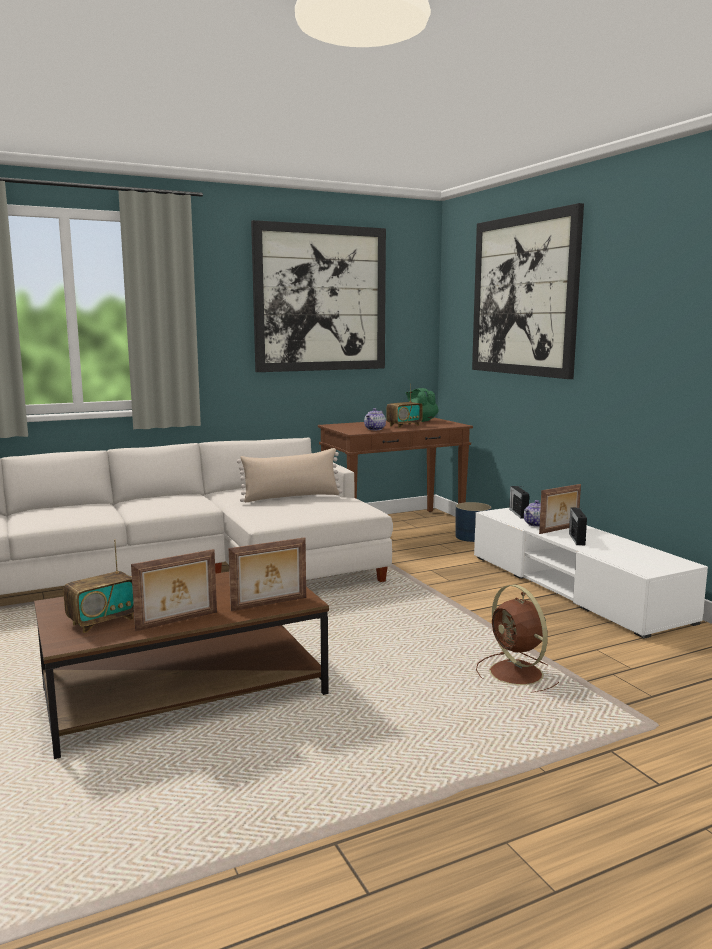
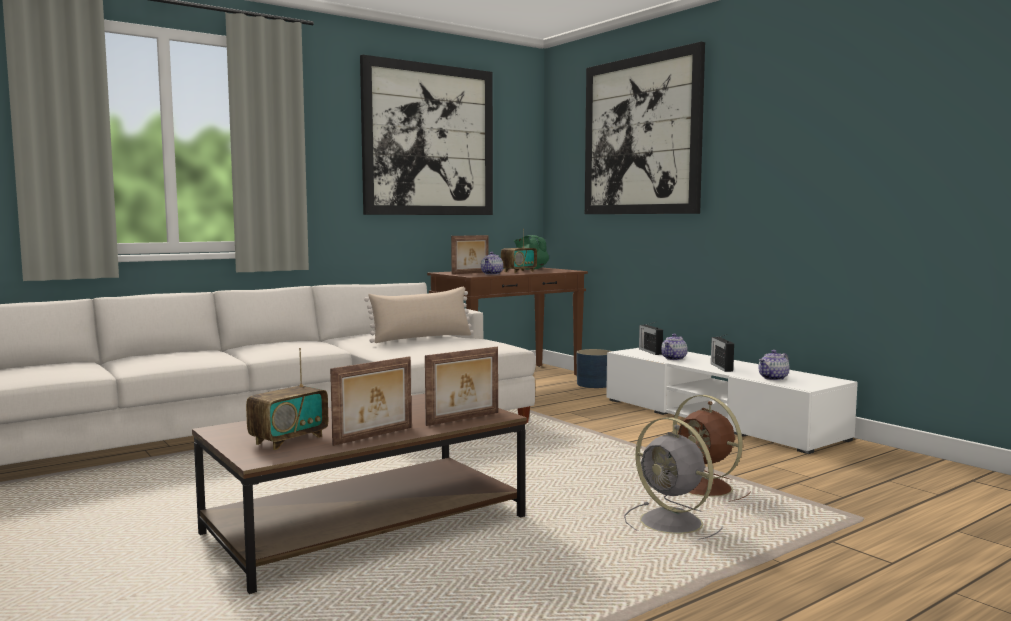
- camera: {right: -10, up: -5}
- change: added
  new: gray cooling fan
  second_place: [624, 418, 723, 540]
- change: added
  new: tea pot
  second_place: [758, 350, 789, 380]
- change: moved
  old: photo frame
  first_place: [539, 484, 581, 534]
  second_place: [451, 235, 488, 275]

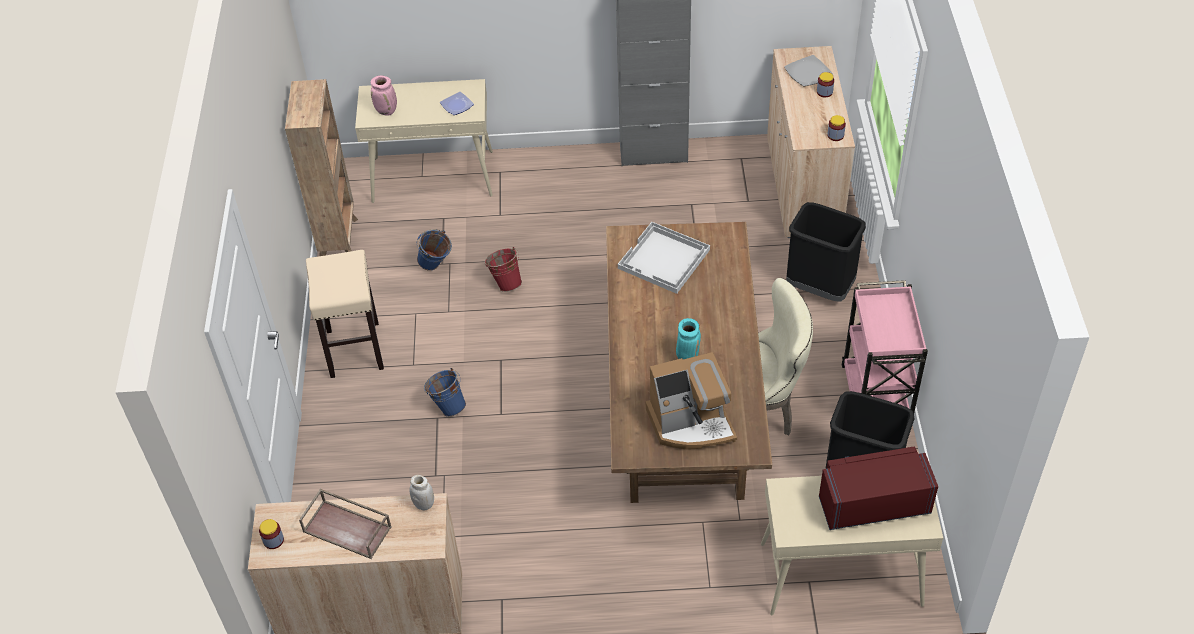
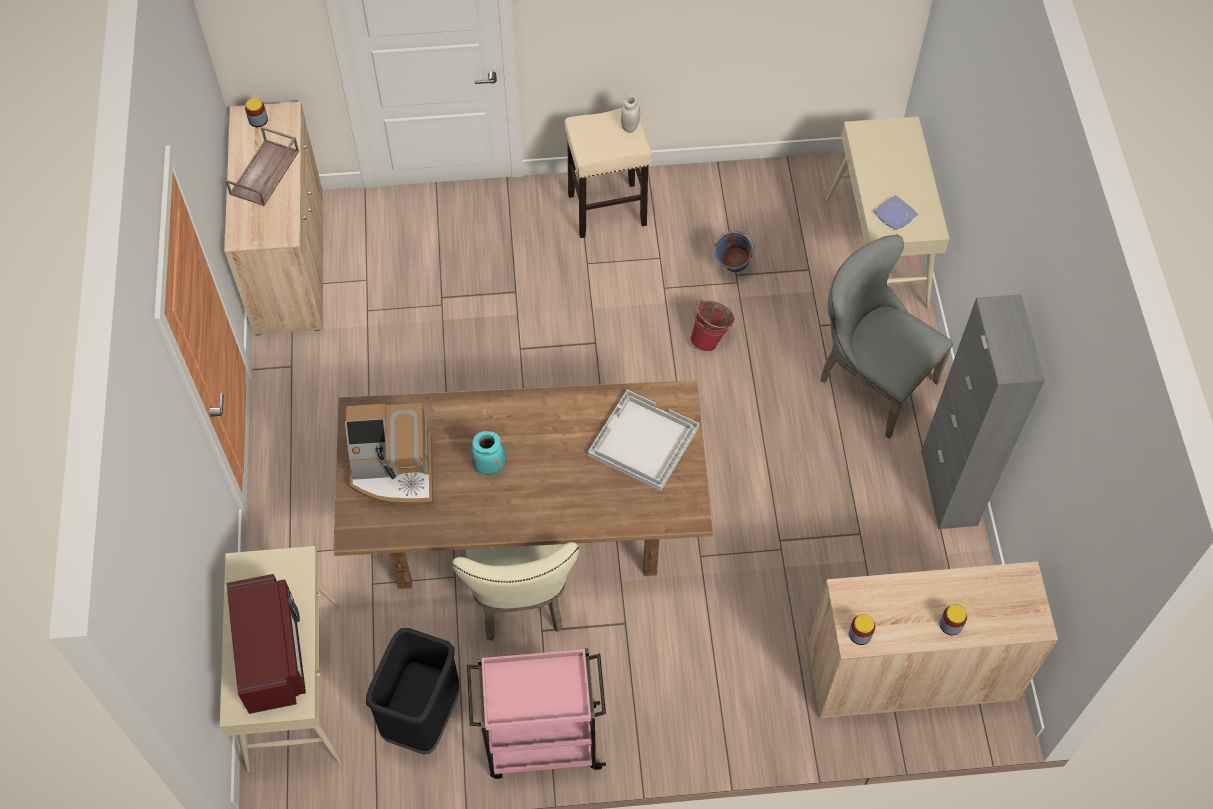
- camera: {right: 85, up: 10}
- change: removed
  old: brown-coloured bookcase
  first_place: [285, 79, 358, 256]
- change: removed
  old: pink flower vase
  first_place: [371, 75, 397, 116]
- change: removed
  old: blue-coloured bucket
  first_place: [424, 368, 466, 417]
- change: removed
  old: dinner plate
  first_place: [784, 55, 833, 86]
- change: removed
  old: black-coloured rubbish bin
  first_place: [786, 202, 866, 302]
- change: added
  new: gray chair
  second_place: [821, 235, 953, 439]
- change: moved
  old: white jar
  first_place: [409, 475, 434, 510]
  second_place: [621, 95, 640, 133]
- change: turned
  old: coffee machine
  first_place: [646, 352, 737, 450]
  second_place: [345, 403, 433, 504]
  degrees: -75

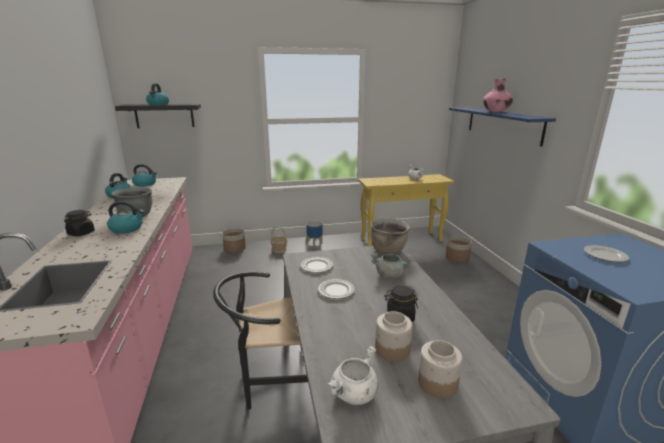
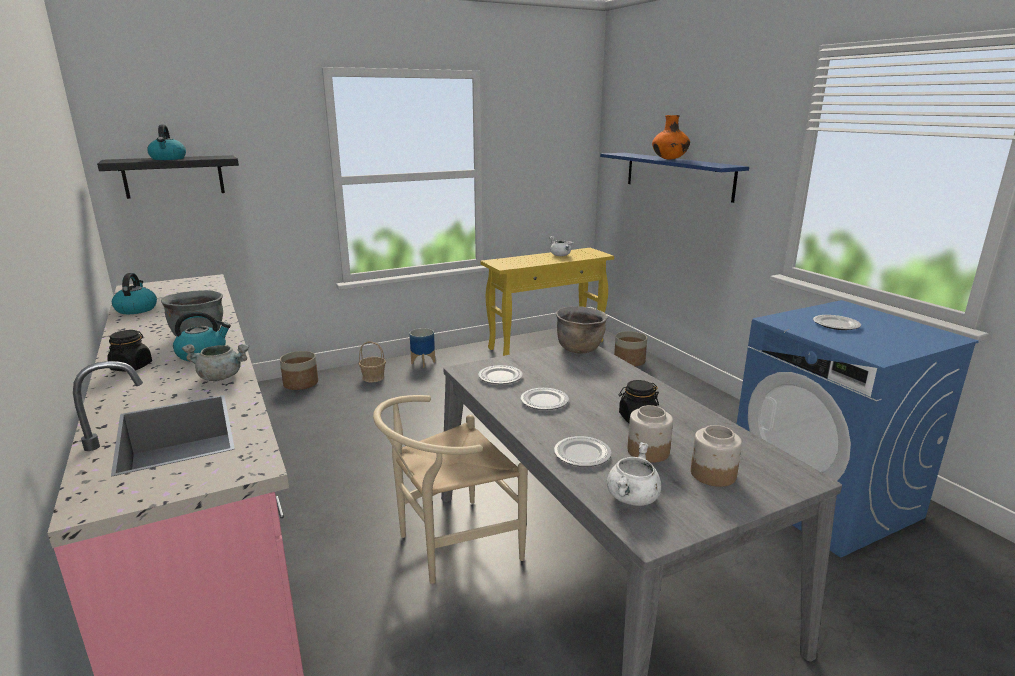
- camera: {right: -15, up: 0}
- change: removed
  old: water kettle
  first_place: [132, 164, 157, 187]
- change: added
  new: dinner plate
  second_place: [554, 436, 611, 467]
- change: moved
  old: gray saucepot
  first_place: [371, 253, 414, 279]
  second_place: [182, 344, 249, 381]
- change: recoloured
  old: black-coloured chair
  new: sand-coloured chair
  first_place: [213, 271, 308, 410]
  second_place: [373, 395, 528, 584]
- change: recoloured
  old: pink flower vase
  new: orangey flower vase
  first_place: [483, 79, 513, 112]
  second_place: [652, 115, 690, 160]

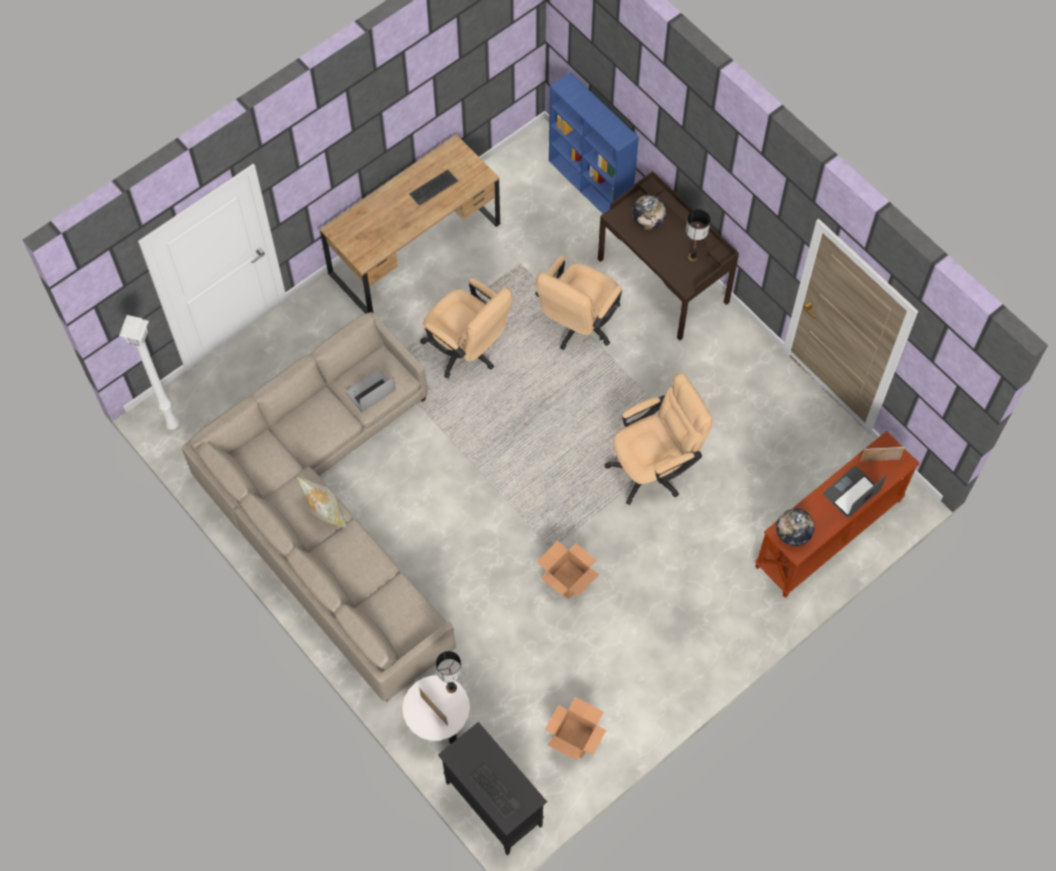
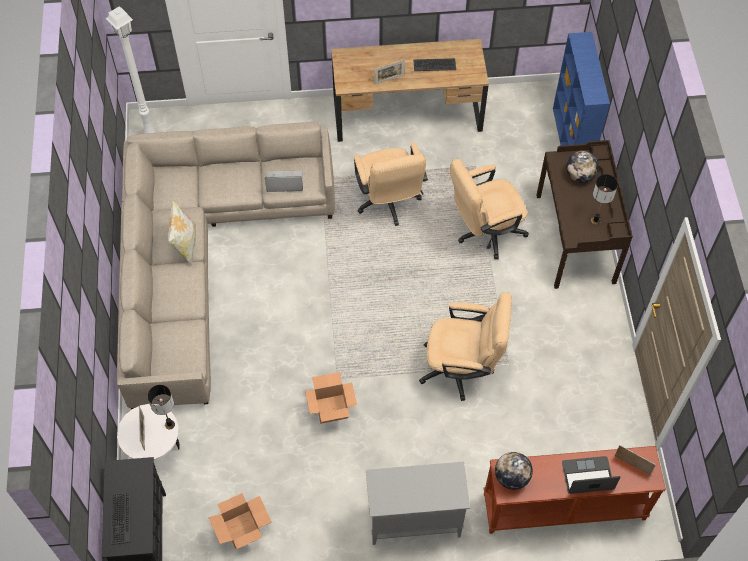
- camera: {right: 35, up: -5}
- change: added
  new: gray storage cabinet
  second_place: [366, 462, 470, 545]
- change: added
  new: photo frame
  second_place: [375, 60, 405, 85]

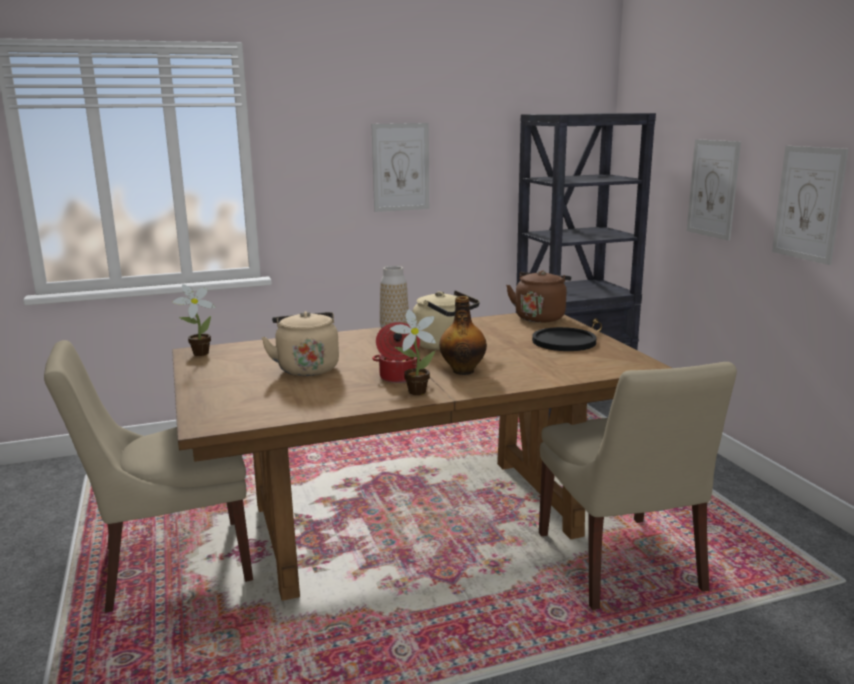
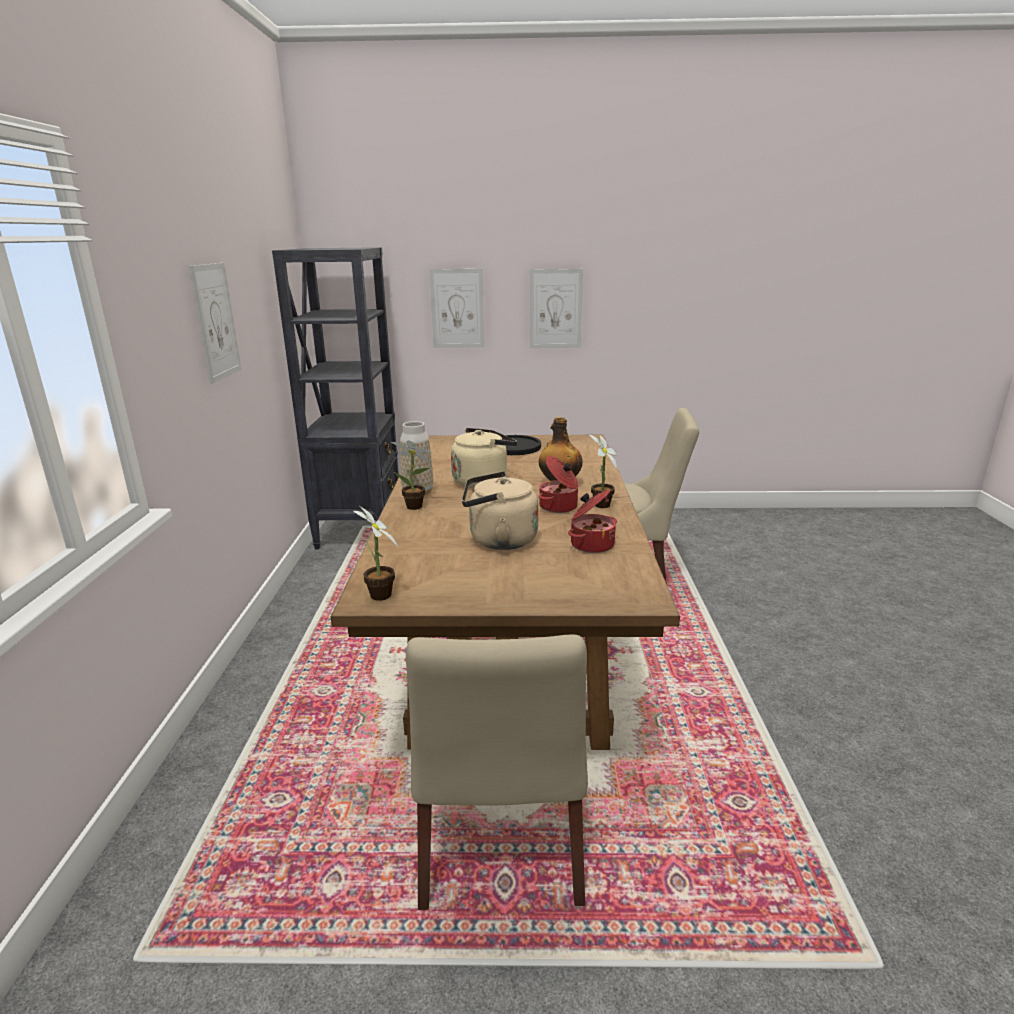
- camera: {right: -70, up: 5}
- change: removed
  old: brown-coloured water kettle
  first_place: [506, 270, 571, 323]
- change: added
  new: plant in a pot
  second_place: [391, 440, 432, 510]
- change: added
  new: saucepot
  second_place: [568, 489, 617, 553]

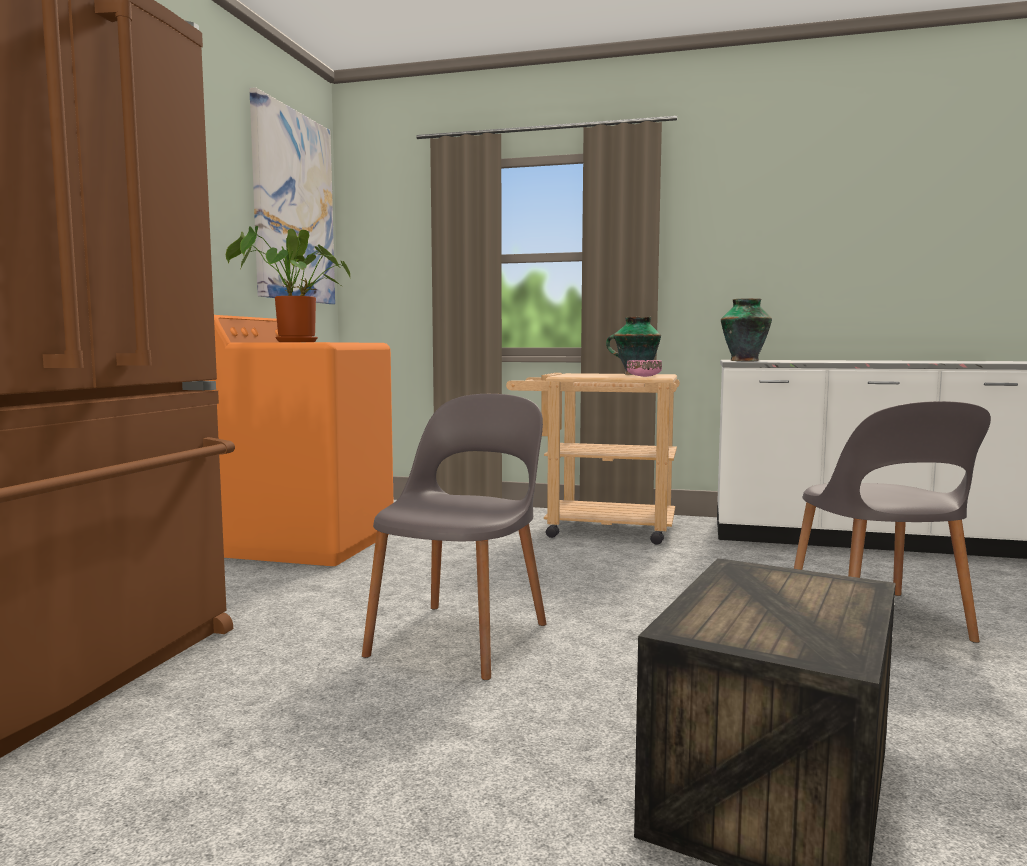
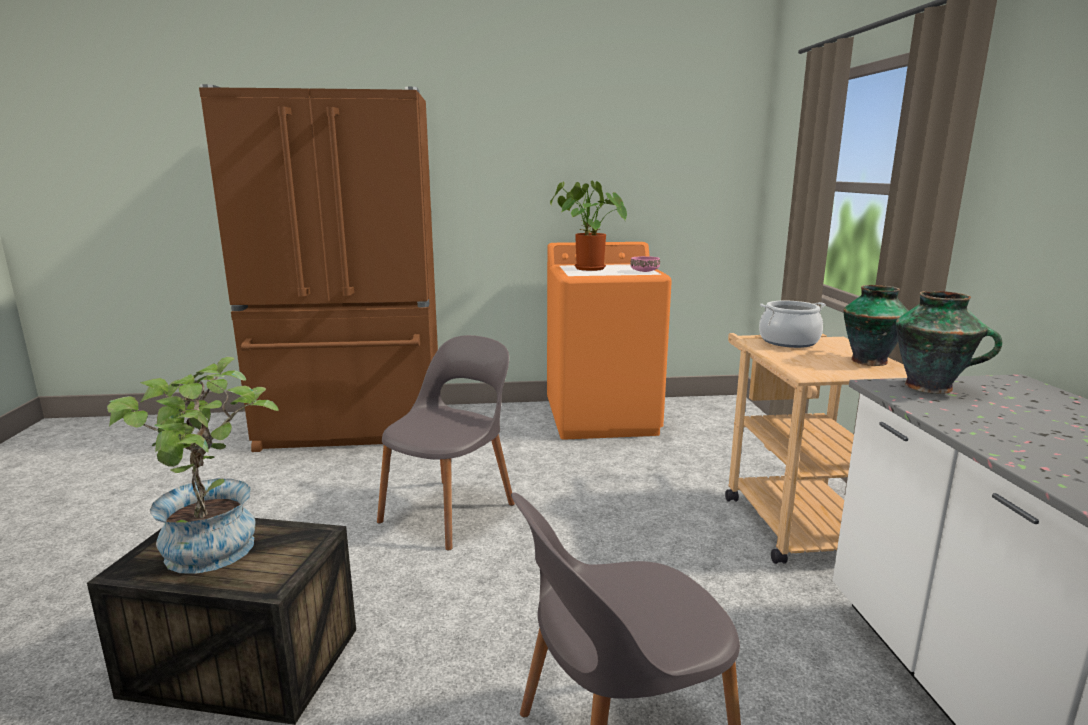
- camera: {right: 70, up: 10}
- change: removed
  old: wall art
  first_place: [249, 87, 335, 304]
- change: added
  new: plant in a pot
  second_place: [107, 357, 279, 574]
- change: added
  new: saucepot
  second_place: [759, 301, 826, 348]
- change: moved
  old: pink bowl
  first_place: [627, 360, 662, 377]
  second_place: [630, 256, 660, 272]
- change: turned
  old: gray chair
  first_place: [362, 394, 547, 680]
  second_place: [377, 335, 515, 551]
  degrees: -60

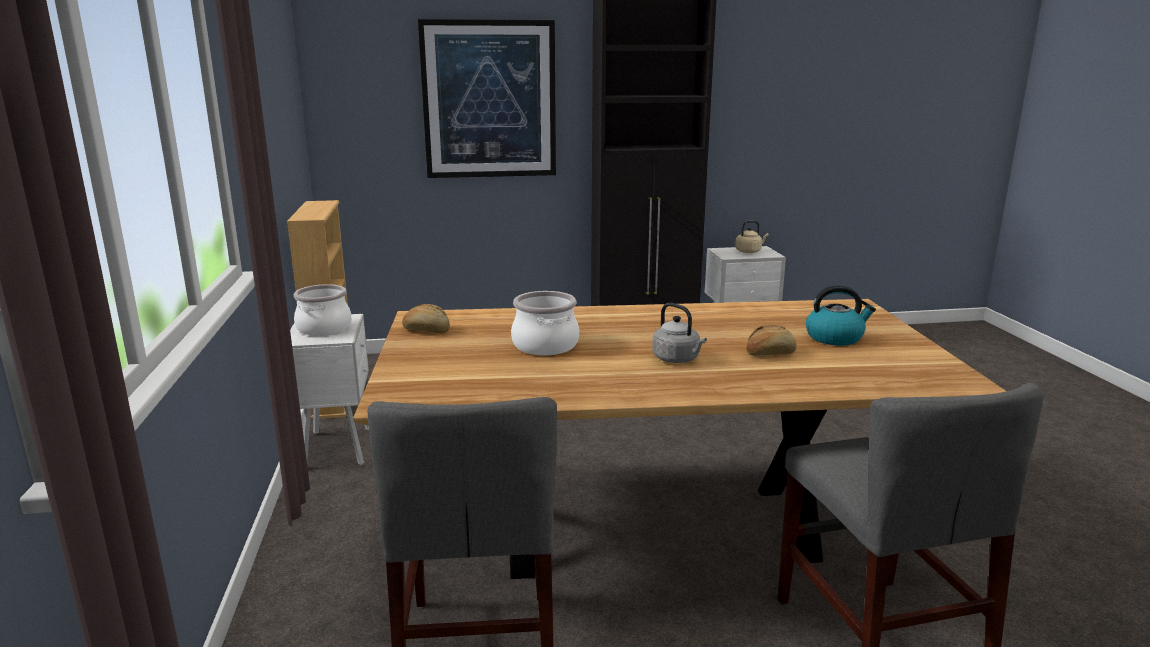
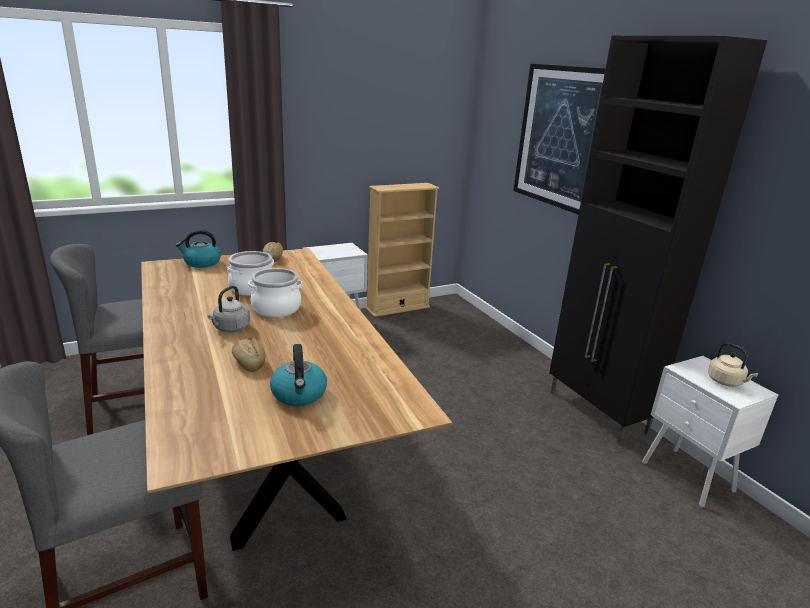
- camera: {right: 70, up: 5}
- change: added
  new: water kettle
  second_place: [176, 230, 221, 268]
- change: moved
  old: saucepot
  first_place: [294, 284, 351, 336]
  second_place: [248, 268, 303, 317]

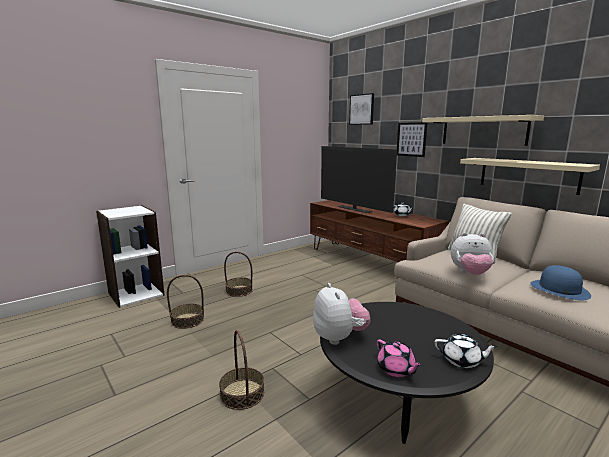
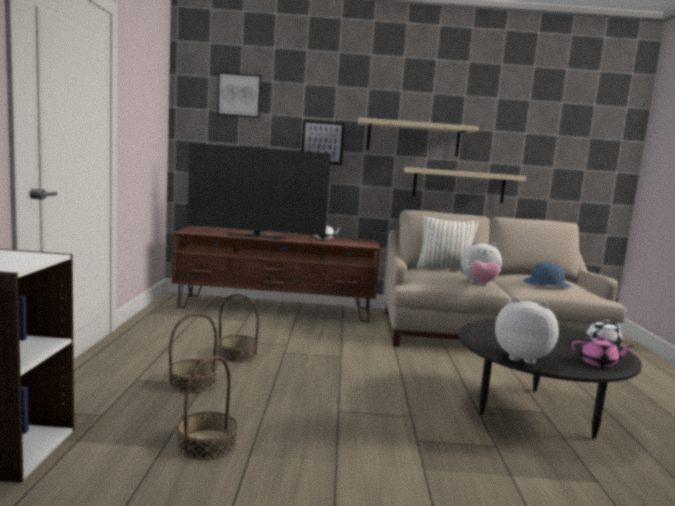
- camera: {right: -50, up: -5}
- change: moved
  old: storage basket
  first_place: [219, 330, 264, 410]
  second_place: [217, 294, 259, 362]
- change: turned
  old: plush toy
  first_place: [451, 233, 494, 275]
  second_place: [461, 241, 502, 284]
  degrees: 45

